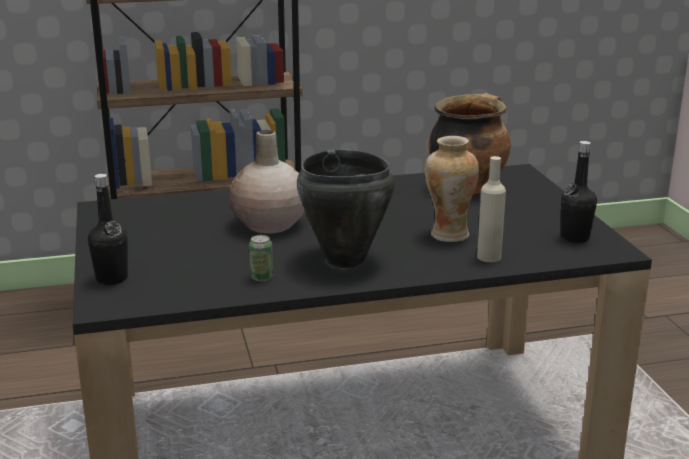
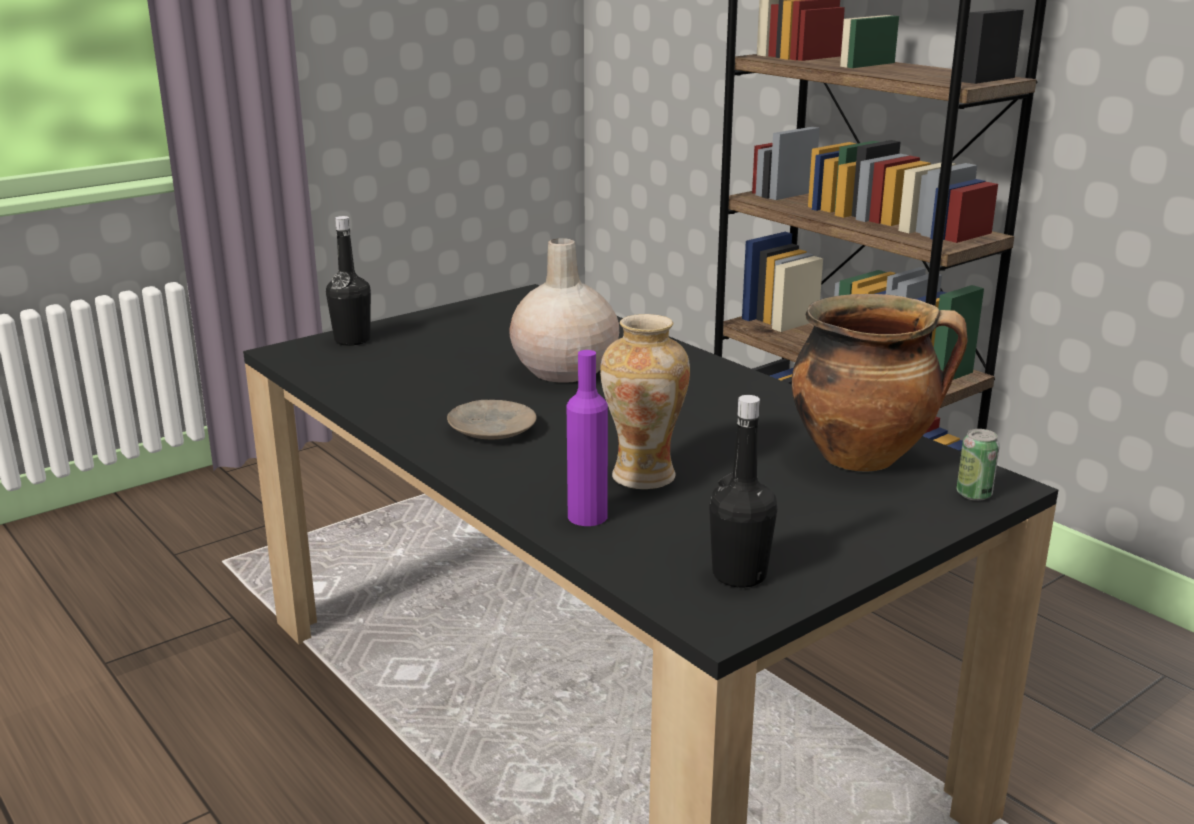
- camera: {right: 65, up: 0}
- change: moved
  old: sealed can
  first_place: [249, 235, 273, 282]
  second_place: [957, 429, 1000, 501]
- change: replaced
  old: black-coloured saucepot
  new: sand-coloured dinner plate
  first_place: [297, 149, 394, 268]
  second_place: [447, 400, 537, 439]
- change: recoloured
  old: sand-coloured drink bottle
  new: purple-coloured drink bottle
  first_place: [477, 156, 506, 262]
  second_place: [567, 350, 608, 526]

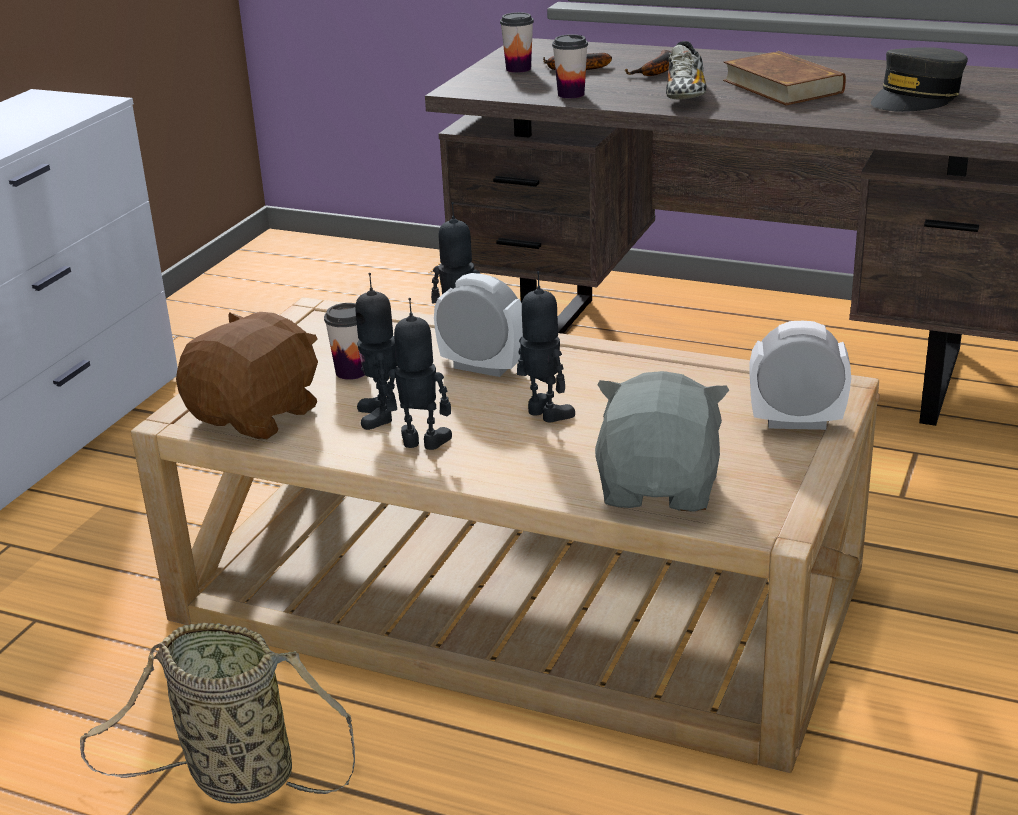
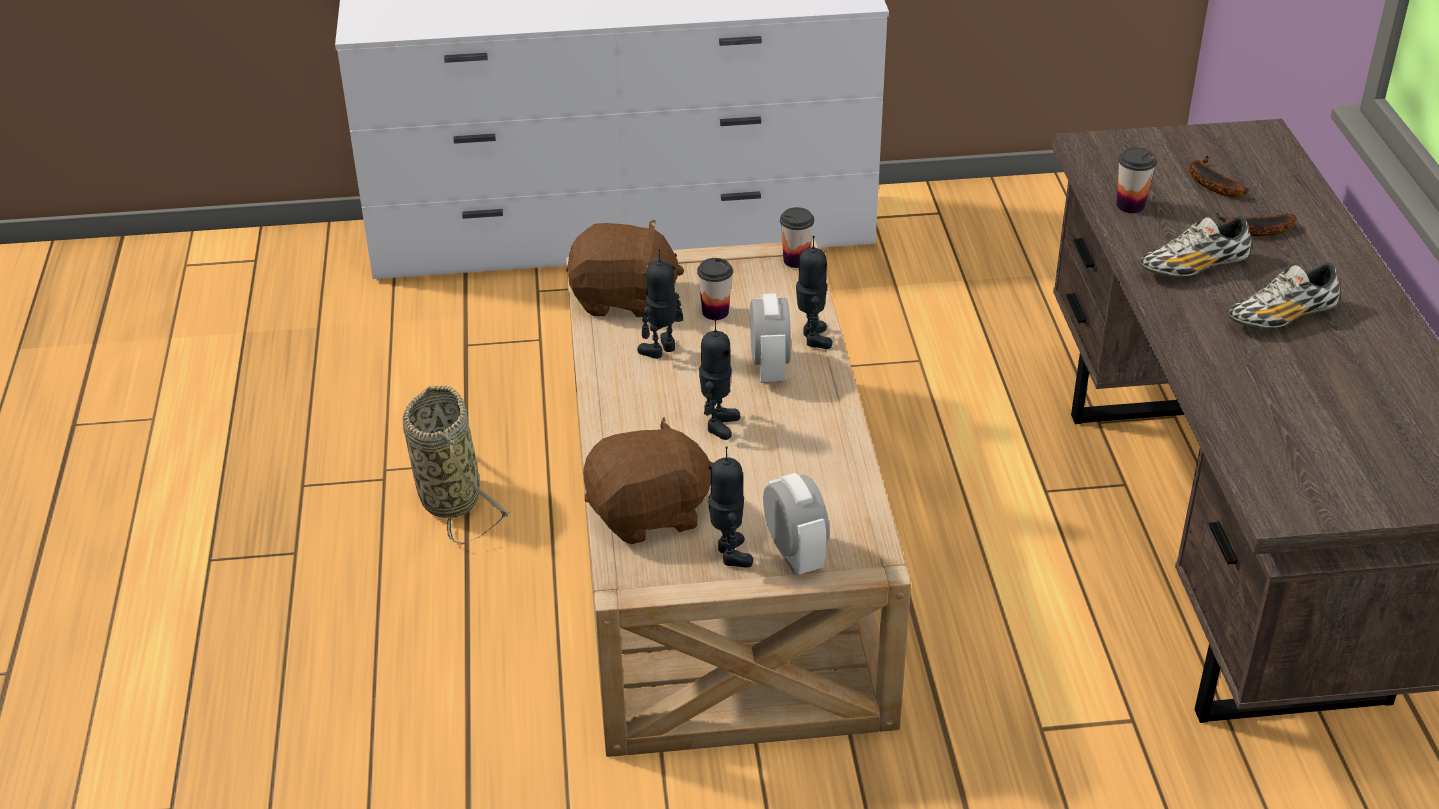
- camera: {right: 60, up: 10}
- change: removed
  old: gray cap
  first_place: [871, 47, 968, 112]
- change: moved
  old: toy robot
  first_place: [386, 298, 452, 450]
  second_place: [708, 446, 753, 567]
- change: moved
  old: cup
  first_place: [500, 12, 534, 73]
  second_place: [780, 207, 814, 268]
- change: replaced
  old: brown-coloured book
  new: low shoe
  first_place: [723, 51, 846, 105]
  second_place: [1227, 262, 1340, 328]
- change: recoloured
  old: gray plush toy
  new: brown-coloured plush toy
  first_place: [595, 371, 729, 512]
  second_place: [583, 417, 714, 544]

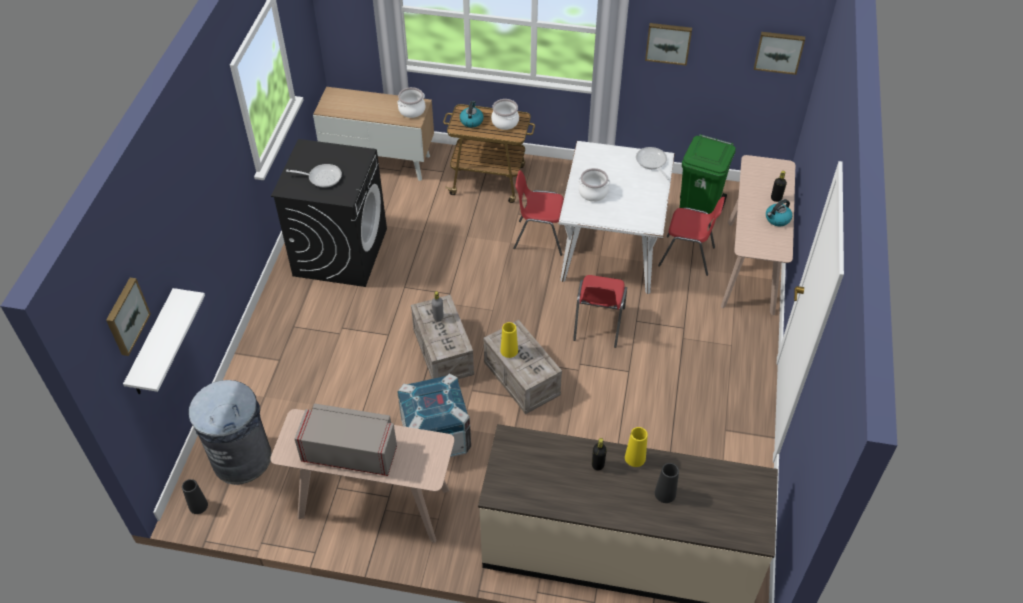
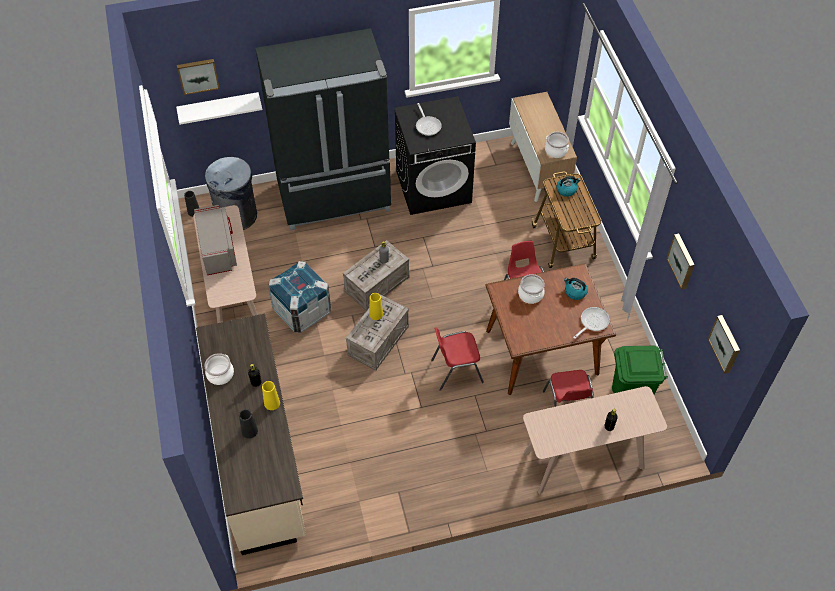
- camera: {right: 65, up: 5}
- change: added
  new: black-coloured fridge
  second_place: [255, 28, 391, 231]
- change: moved
  old: saucepot
  first_place: [491, 99, 519, 130]
  second_place: [204, 353, 234, 385]
- change: moved
  old: water kettle
  first_place: [766, 199, 792, 226]
  second_place: [564, 278, 588, 300]
- change: recoloured
  old: white kitchen table
  new: brown-coloured kitchen table
  first_place: [558, 141, 675, 294]
  second_place: [485, 263, 616, 395]

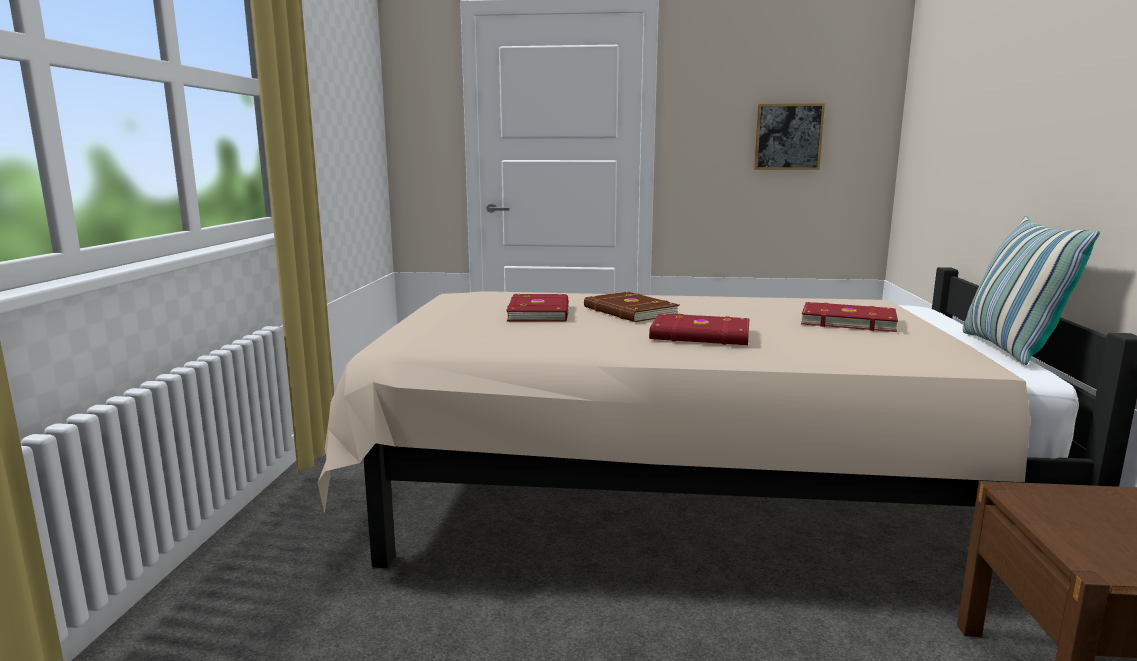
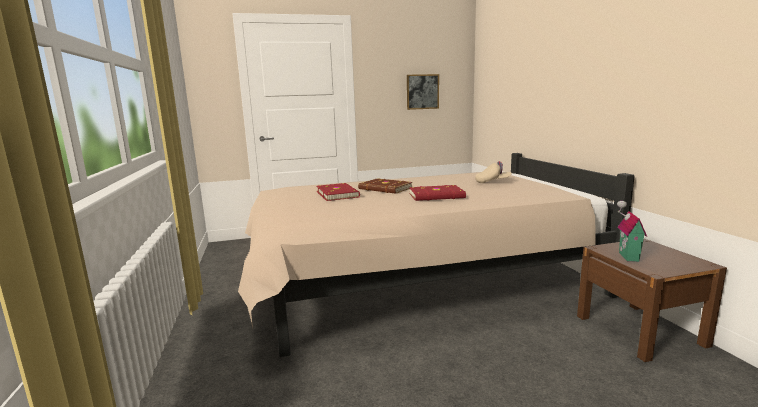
- camera: {right: -20, up: 0}
- change: removed
  old: cushion
  first_place: [963, 216, 1100, 365]
- change: added
  new: miniature house
  second_place: [617, 201, 647, 262]
- change: replaced
  old: red-coloured book
  new: sand-coloured cap
  first_place: [801, 302, 898, 332]
  second_place: [475, 161, 512, 183]

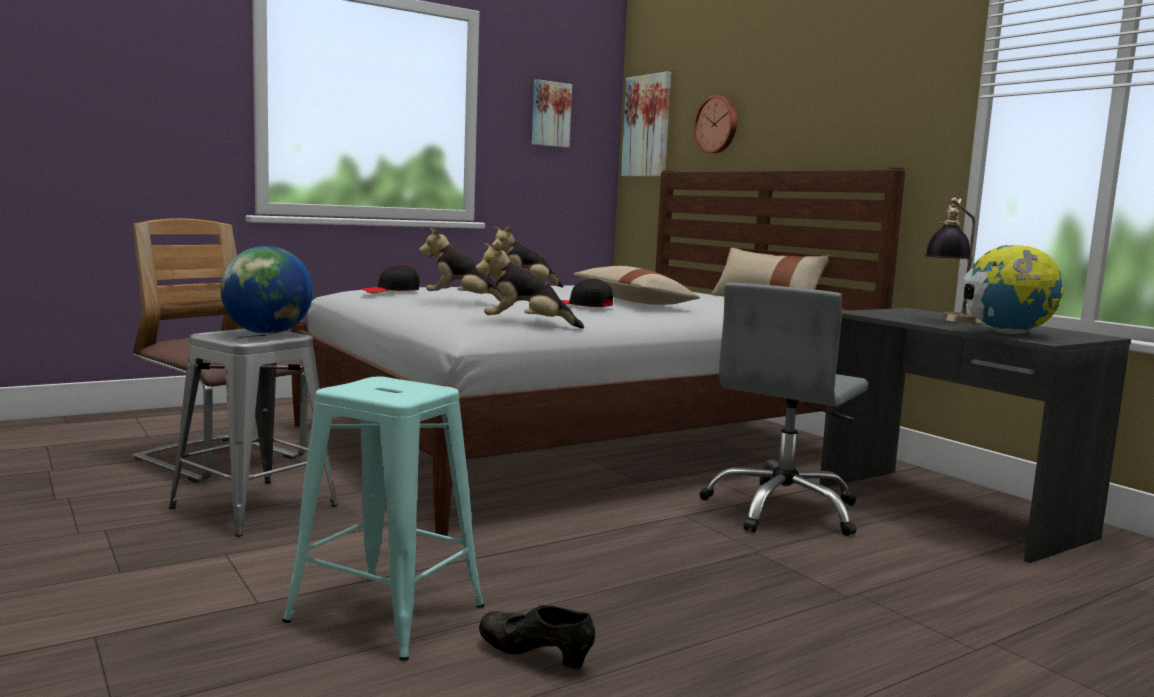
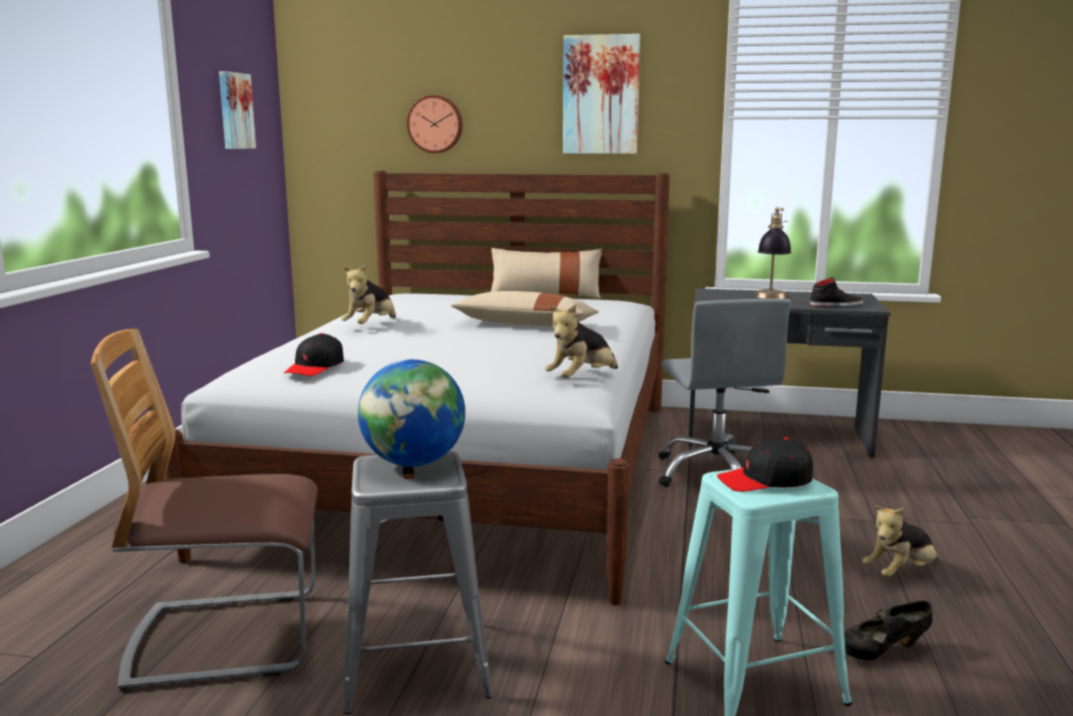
- camera: {right: -45, up: 5}
- change: moved
  old: plush toy
  first_place: [419, 227, 513, 306]
  second_place: [862, 505, 938, 577]
- change: moved
  old: black-coloured cap
  first_place: [561, 278, 613, 307]
  second_place: [717, 437, 813, 492]
- change: moved
  old: wall art
  first_place: [621, 72, 671, 177]
  second_place: [563, 34, 640, 154]
- change: replaced
  old: desk globe
  new: black-coloured low shoe
  first_place: [963, 245, 1063, 334]
  second_place: [810, 277, 863, 307]

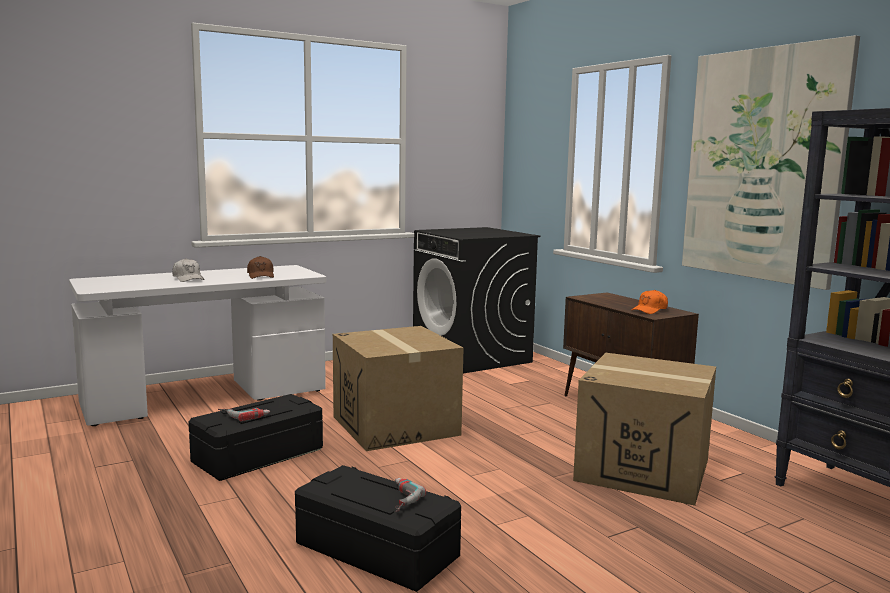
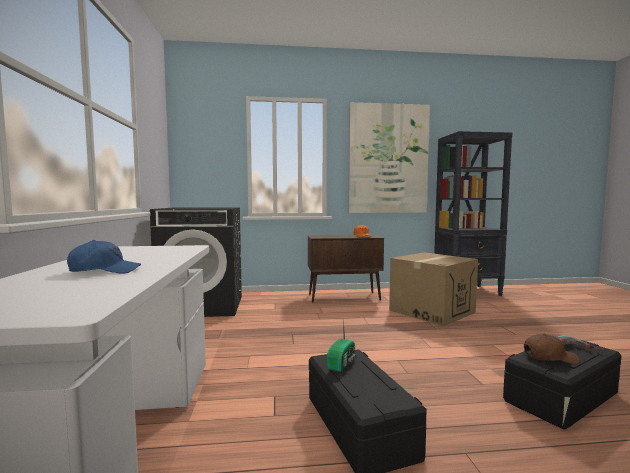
- camera: {right: -65, up: -5}
- change: removed
  old: power drill
  first_place: [218, 408, 270, 421]
- change: removed
  old: packing box
  first_place: [333, 326, 464, 451]
- change: added
  new: radio
  second_place: [327, 320, 356, 372]
- change: moved
  old: brown-coloured cap
  first_place: [247, 256, 274, 279]
  second_place: [524, 334, 580, 364]
- change: recoloured
  old: white cap
  new: blue-coloured cap
  first_place: [172, 258, 205, 282]
  second_place: [67, 240, 141, 273]

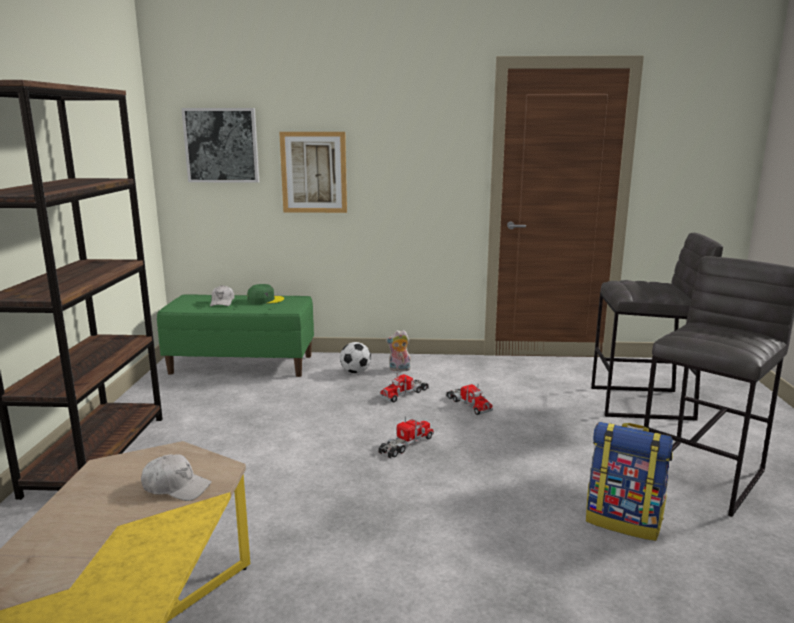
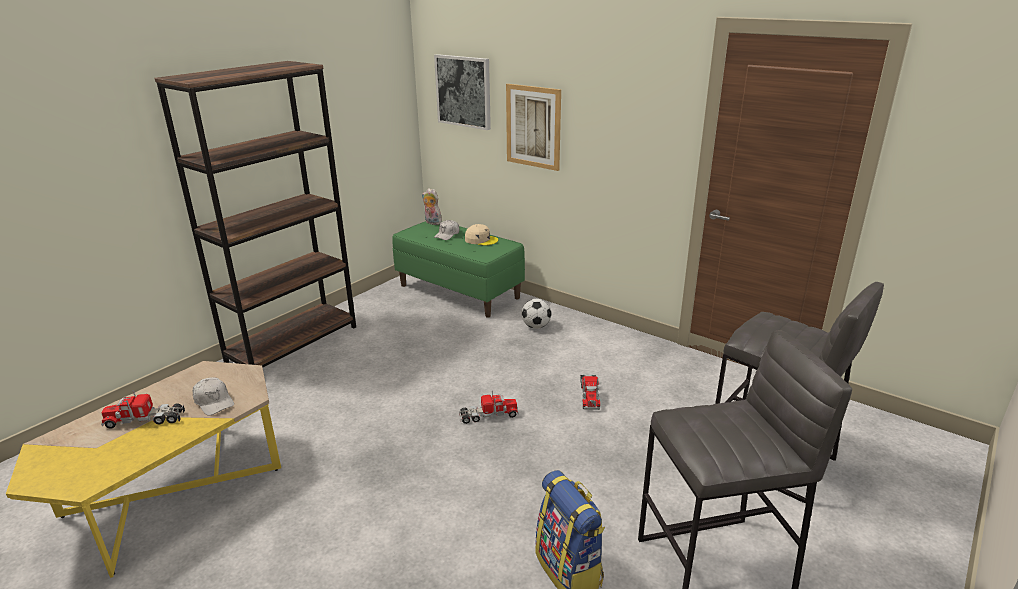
- camera: {right: 35, up: 10}
- change: moved
  old: toy truck
  first_place: [380, 374, 429, 402]
  second_place: [101, 390, 185, 429]
- change: moved
  old: plush toy
  first_place: [386, 330, 411, 372]
  second_place: [422, 188, 442, 225]
- change: recoloured
  old: green-coloured cap
  new: sand-coloured cap
  first_place: [247, 284, 284, 304]
  second_place: [465, 224, 498, 246]

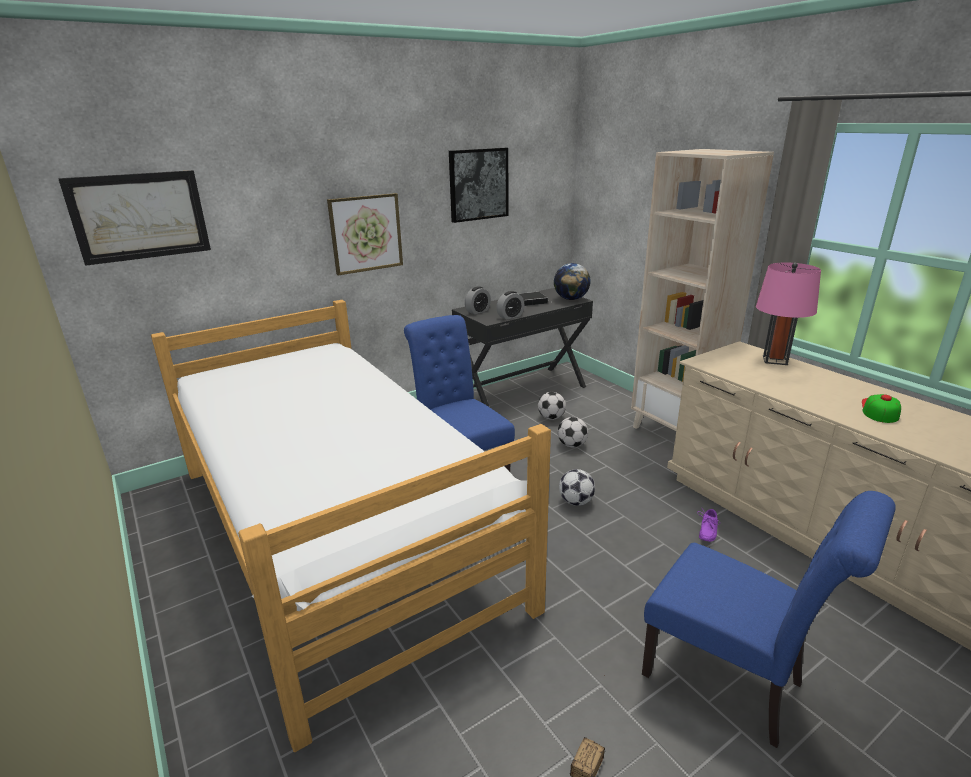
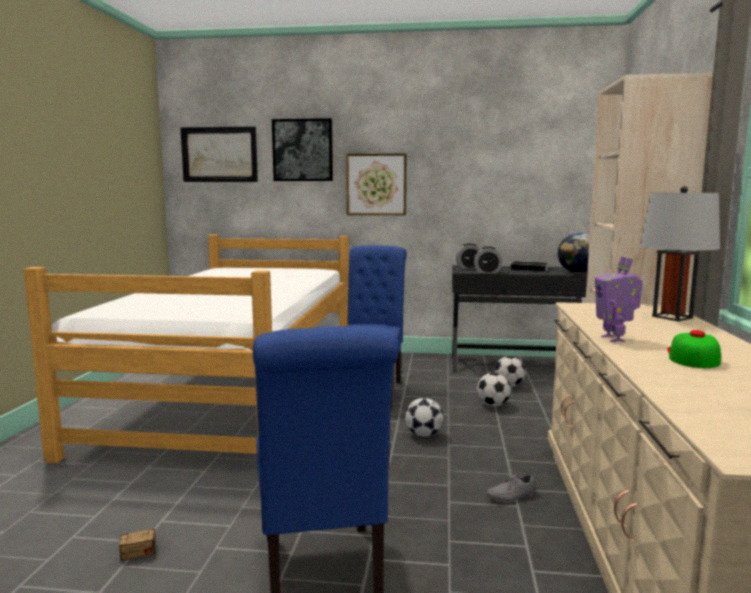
- camera: {right: 40, up: -15}
- change: added
  new: toy robot
  second_place: [595, 257, 643, 342]
- change: moved
  old: wall art
  first_place: [449, 148, 508, 223]
  second_place: [272, 118, 333, 181]
- change: recoloured
  old: purple-coloured low shoe
  new: gray low shoe
  first_place: [697, 509, 720, 542]
  second_place: [486, 464, 535, 503]
- change: recoloured
  old: pink tabletop lamp
  new: gray tabletop lamp
  first_place: [756, 263, 821, 365]
  second_place: [640, 186, 720, 321]
- change: turned
  old: cap
  first_place: [862, 394, 901, 423]
  second_place: [667, 330, 721, 368]
  degrees: -45

